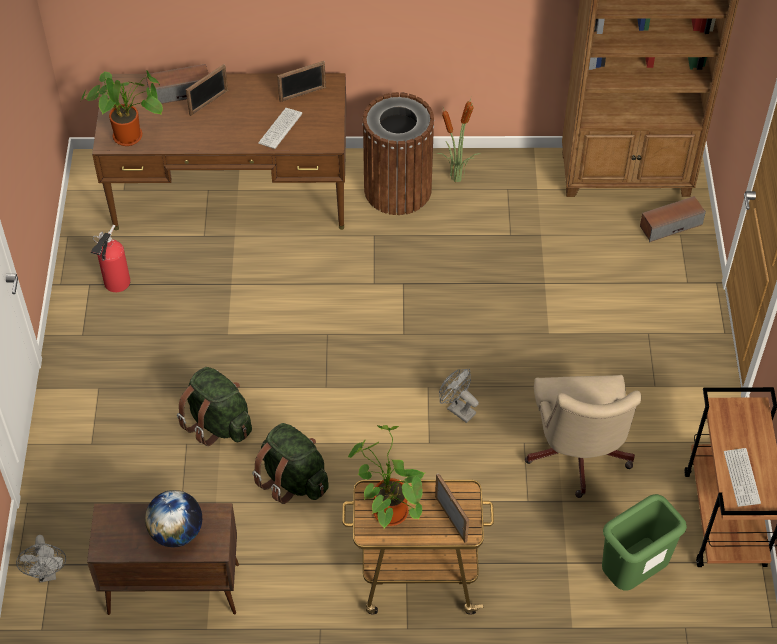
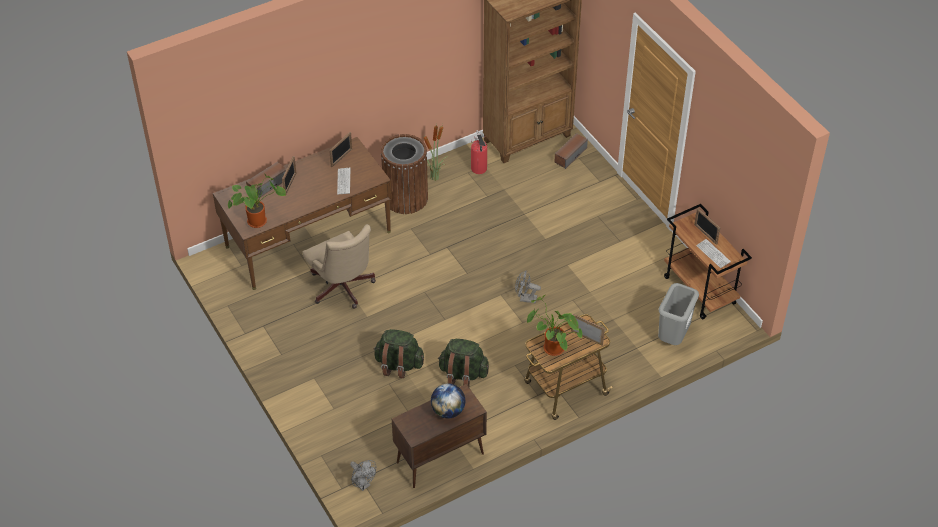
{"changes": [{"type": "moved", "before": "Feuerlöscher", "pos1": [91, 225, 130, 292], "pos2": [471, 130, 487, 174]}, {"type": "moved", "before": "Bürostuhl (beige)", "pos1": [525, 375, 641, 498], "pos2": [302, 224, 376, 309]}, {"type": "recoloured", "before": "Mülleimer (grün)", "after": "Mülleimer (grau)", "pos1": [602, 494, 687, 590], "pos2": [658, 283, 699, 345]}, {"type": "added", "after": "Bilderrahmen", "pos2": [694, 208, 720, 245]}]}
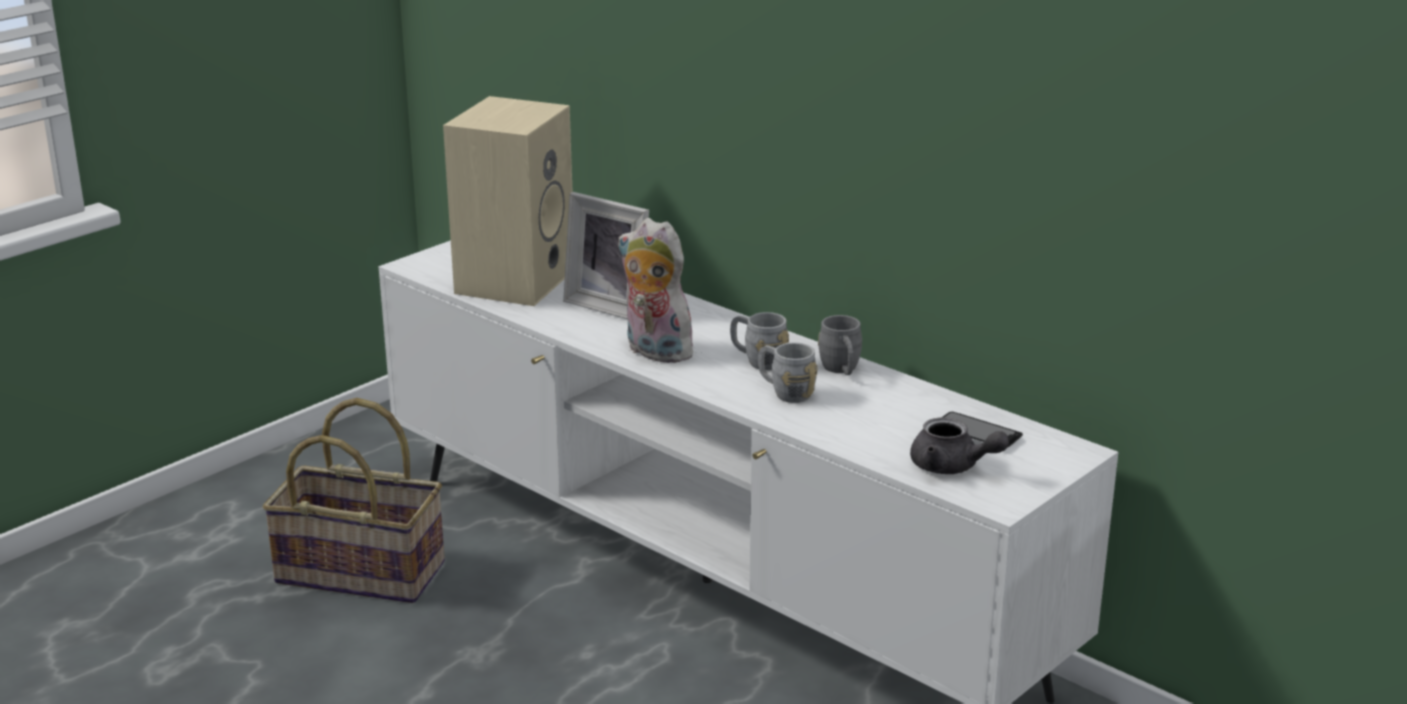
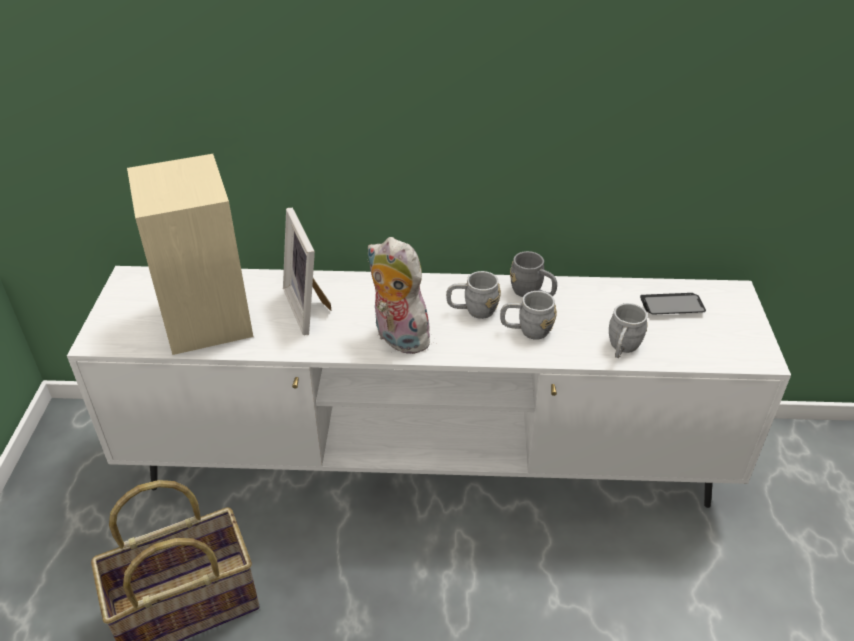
{"changes": [{"type": "turned", "before": "Bilderrahmen", "pos1": [563, 192, 649, 319], "pos2": [283, 208, 332, 335], "turn": 75}, {"type": "turned", "before": "Plüschtier", "pos1": [618, 218, 696, 363], "pos2": [367, 237, 435, 354], "turn": 45}, {"type": "removed", "before": "Teekanne (grau)", "pos1": [910, 417, 1009, 474]}, {"type": "added", "after": "Henkelbecher (grau)", "pos2": [609, 303, 648, 358]}]}
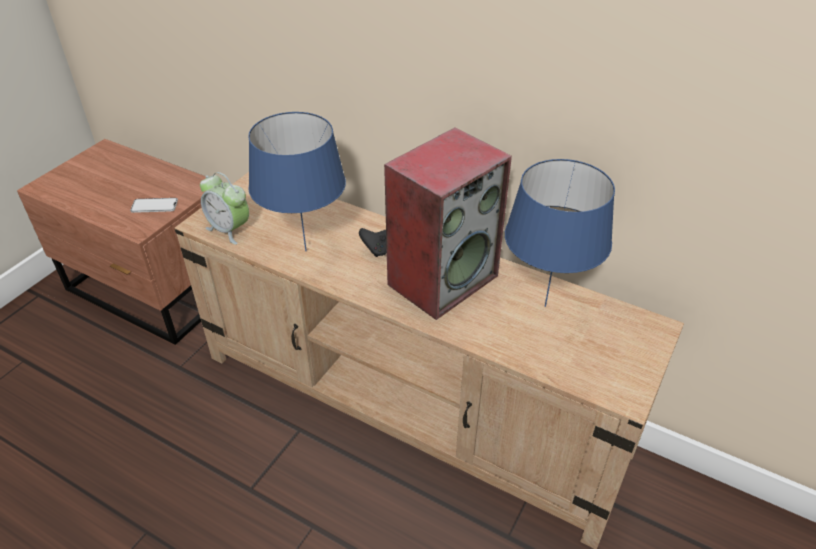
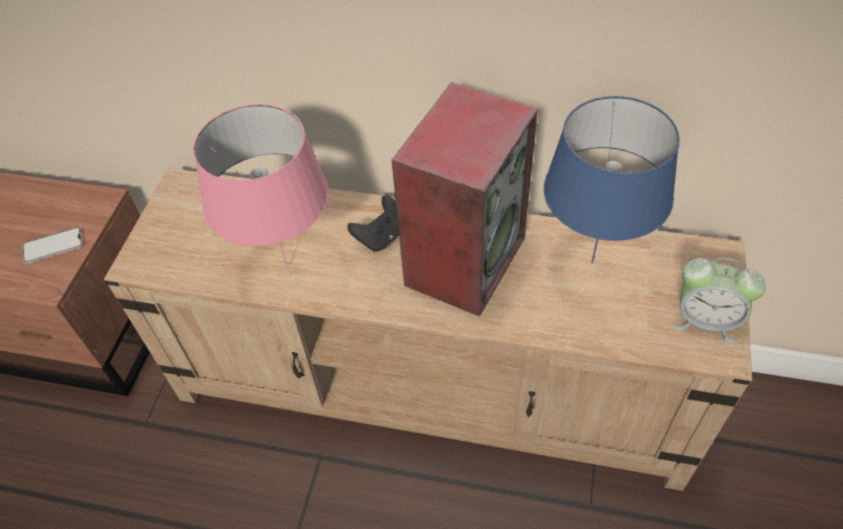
{"changes": [{"type": "recoloured", "before": "Tischlampe (blau)", "after": "Tischlampe (rosa)", "pos1": [248, 112, 346, 251], "pos2": [193, 104, 328, 267]}, {"type": "moved", "before": "Wecker", "pos1": [200, 172, 249, 245], "pos2": [671, 258, 766, 343]}]}
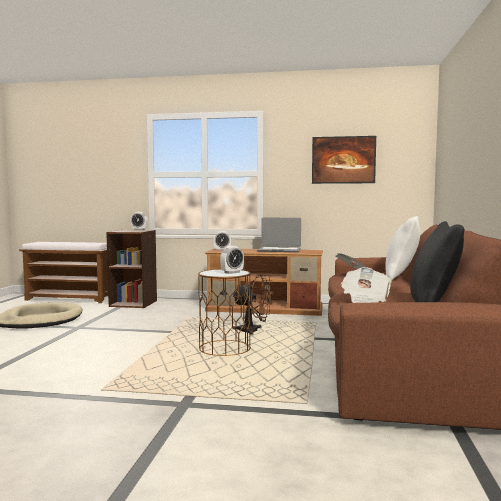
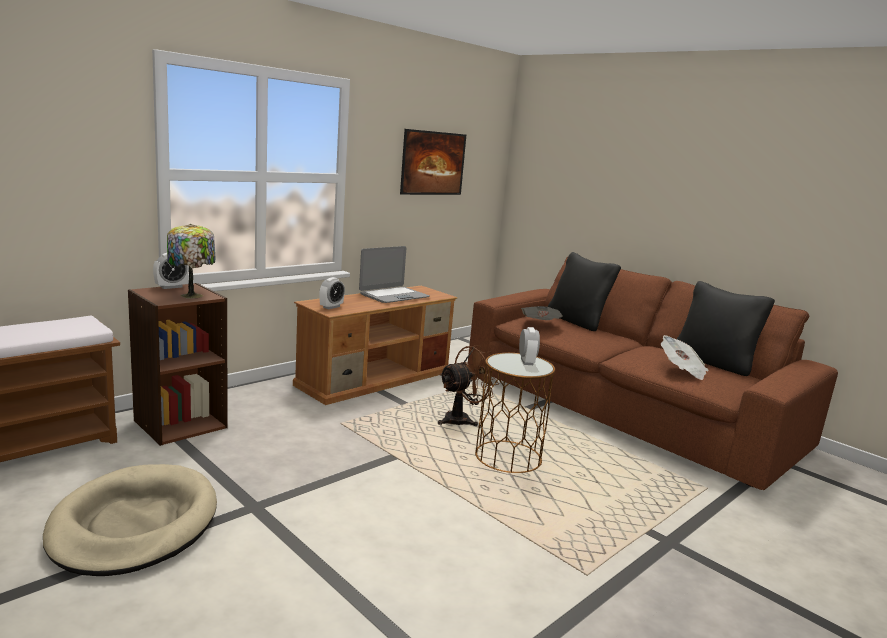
{"changes": [{"type": "recoloured", "before": "Kissen (weiß)", "after": "Kissen (schwarz)", "pos1": [385, 216, 420, 281], "pos2": [548, 252, 621, 331]}, {"type": "added", "after": "Tischlampe", "pos2": [167, 224, 216, 298]}]}
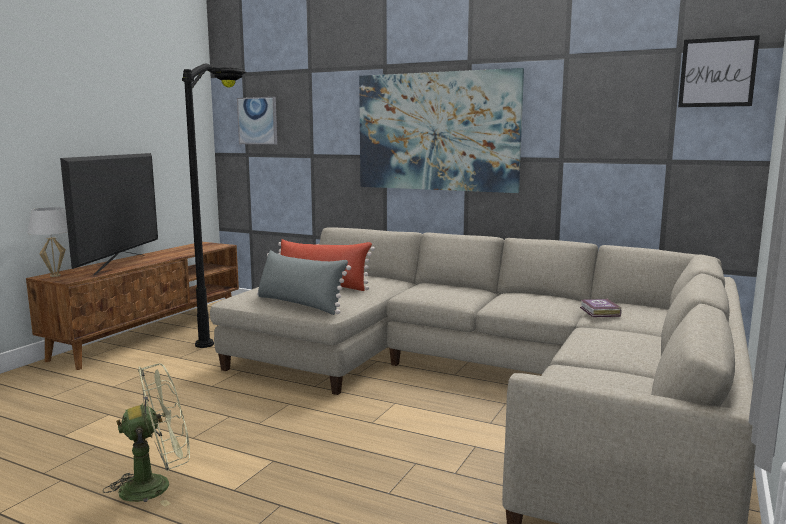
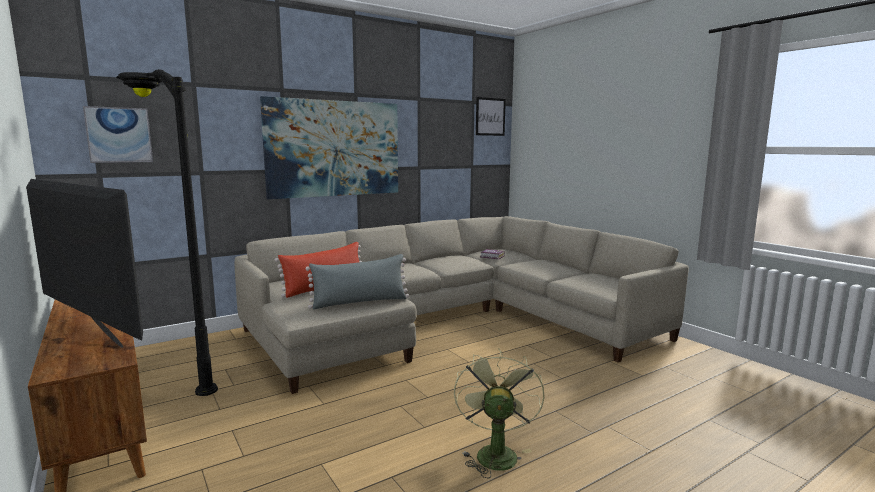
{"changes": [{"type": "removed", "before": "Tischlampe (weiß)", "pos1": [27, 207, 68, 277]}]}
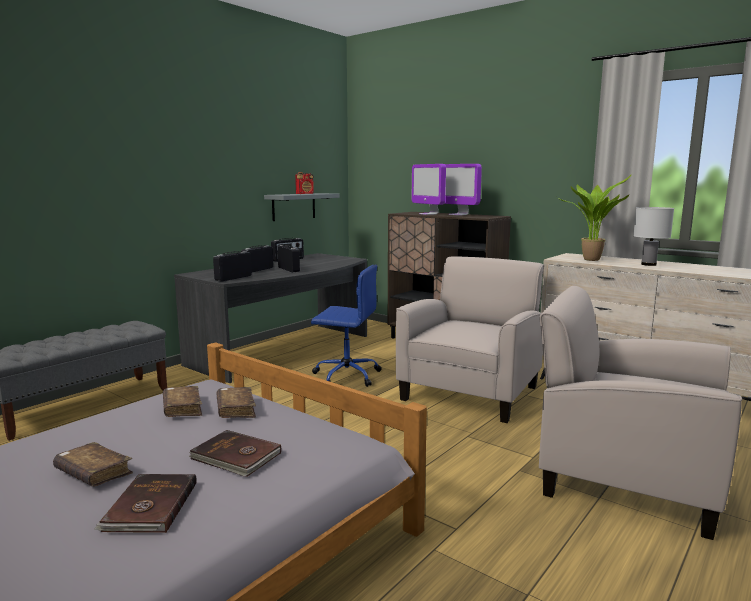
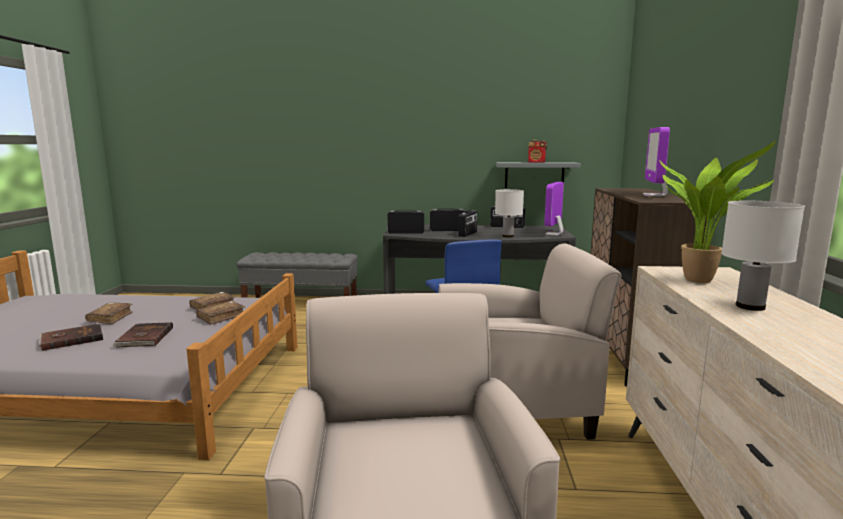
{"changes": [{"type": "moved", "before": "Monitor", "pos1": [412, 164, 446, 215], "pos2": [544, 182, 564, 235]}, {"type": "added", "after": "Tischlampe (weiß)", "pos2": [495, 189, 524, 238]}]}
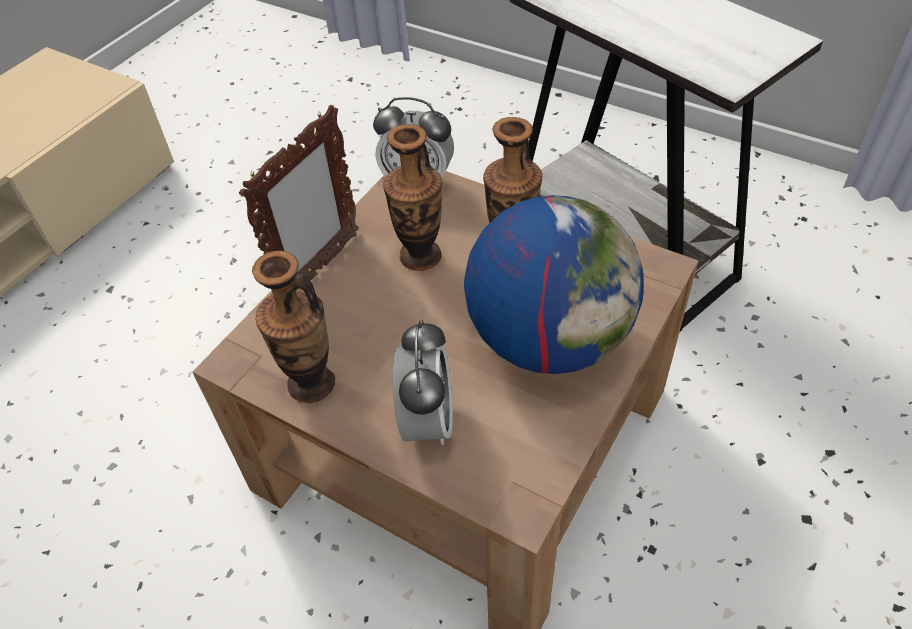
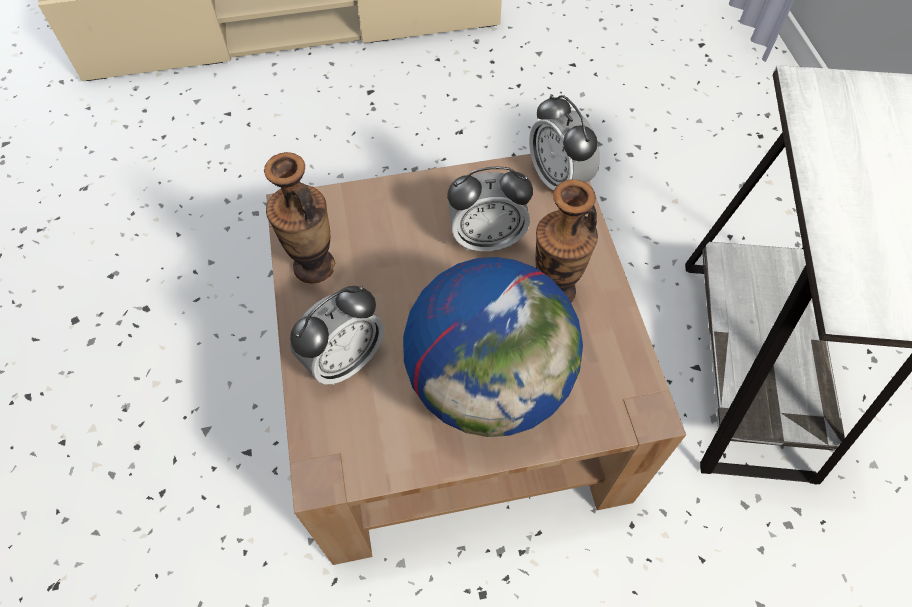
{"changes": [{"type": "removed", "before": "Bilderrahmen", "pos1": [239, 105, 359, 281]}, {"type": "replaced", "before": "Vase", "after": "Wecker", "pos1": [383, 124, 442, 271], "pos2": [447, 167, 533, 251]}]}
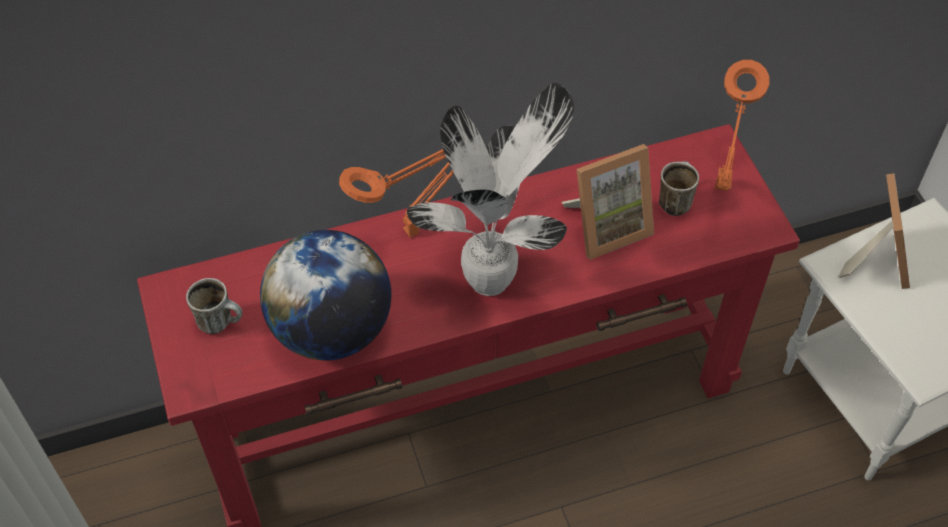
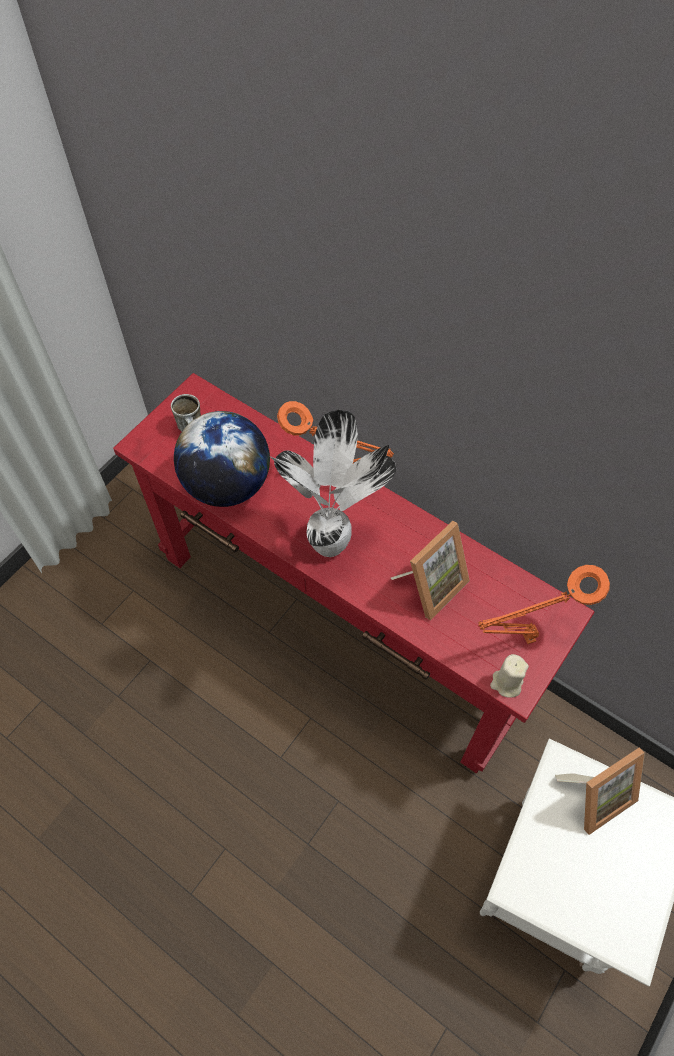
{"changes": [{"type": "turned", "before": "Bilderrahmen", "pos1": [562, 144, 654, 260], "pos2": [391, 521, 470, 620], "turn": -75}, {"type": "removed", "before": "Henkelbecher", "pos1": [659, 161, 699, 216]}, {"type": "added", "after": "Kerze (beige)", "pos2": [490, 654, 529, 698]}]}
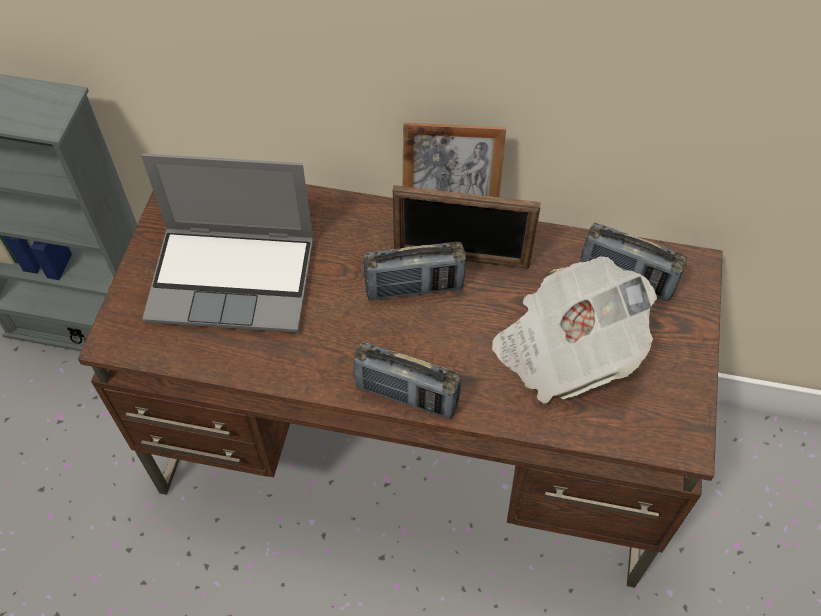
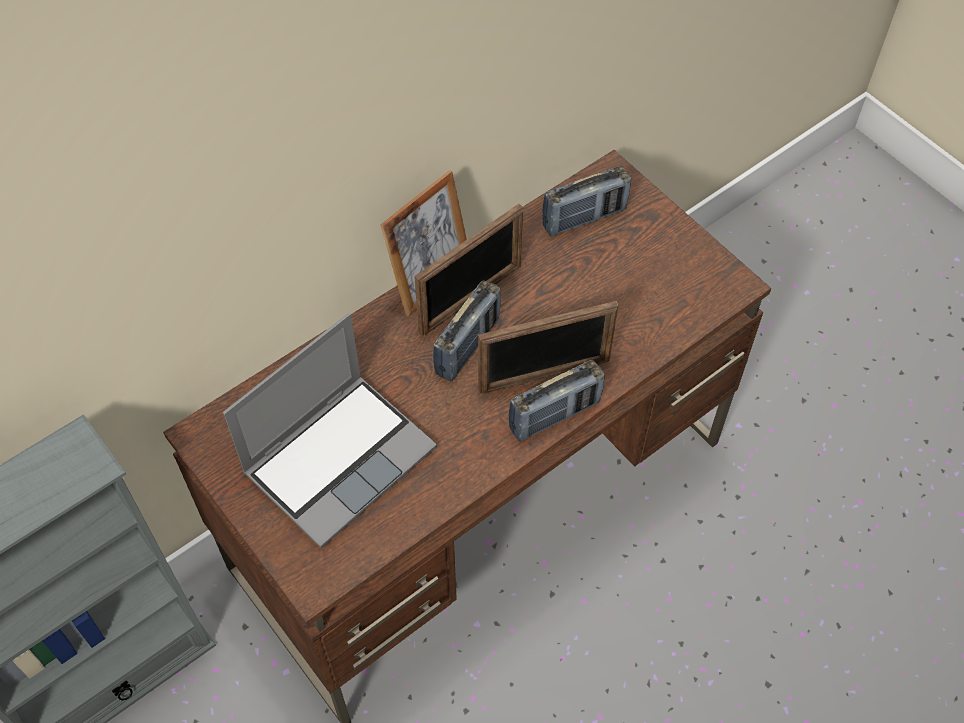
{"changes": [{"type": "removed", "before": "Zeitung", "pos1": [492, 256, 657, 404]}, {"type": "added", "after": "Bilderrahmen", "pos2": [478, 301, 618, 394]}]}
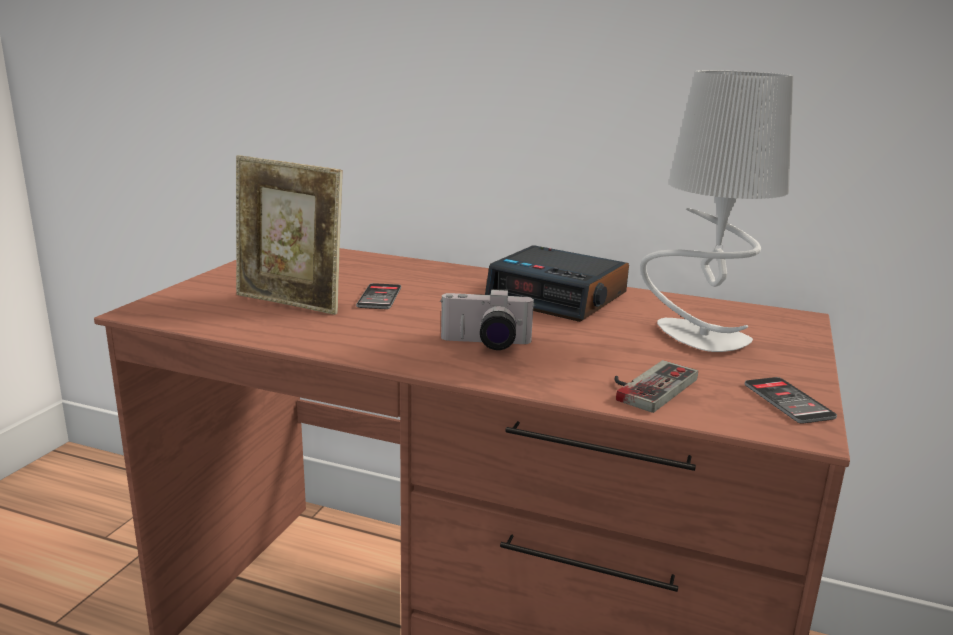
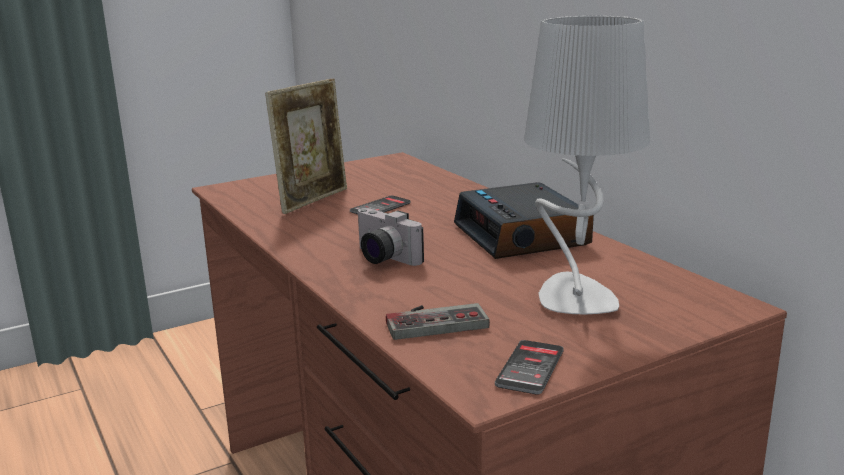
{"changes": [{"type": "turned", "before": "Bilderrahmen", "pos1": [236, 155, 343, 315], "pos2": [265, 78, 347, 214], "turn": -120}]}
